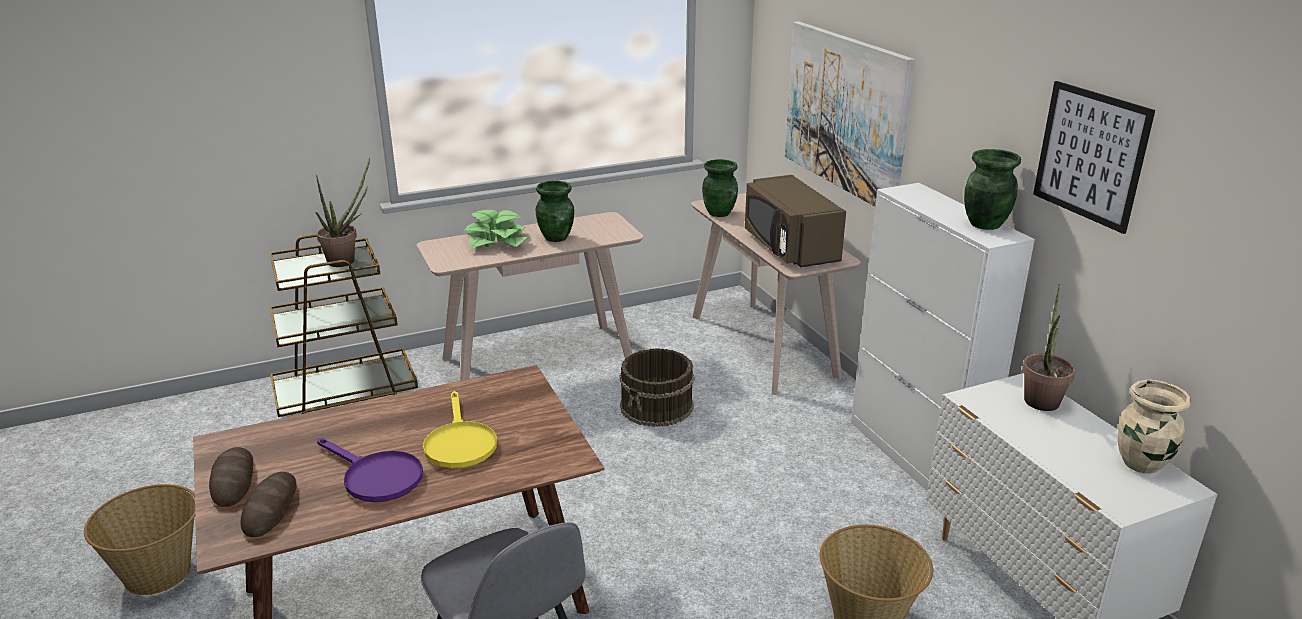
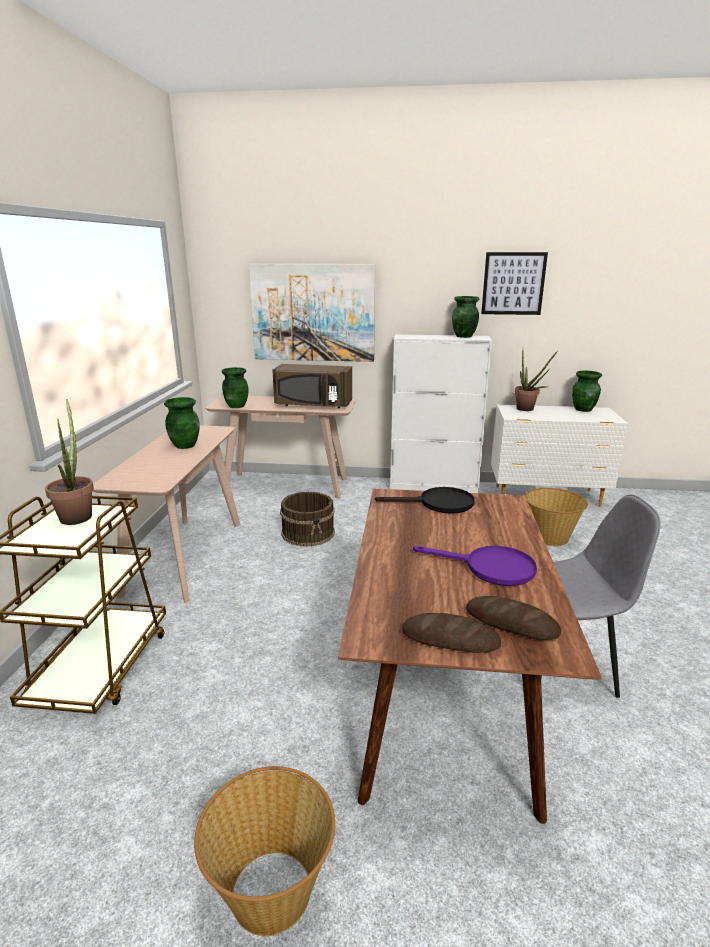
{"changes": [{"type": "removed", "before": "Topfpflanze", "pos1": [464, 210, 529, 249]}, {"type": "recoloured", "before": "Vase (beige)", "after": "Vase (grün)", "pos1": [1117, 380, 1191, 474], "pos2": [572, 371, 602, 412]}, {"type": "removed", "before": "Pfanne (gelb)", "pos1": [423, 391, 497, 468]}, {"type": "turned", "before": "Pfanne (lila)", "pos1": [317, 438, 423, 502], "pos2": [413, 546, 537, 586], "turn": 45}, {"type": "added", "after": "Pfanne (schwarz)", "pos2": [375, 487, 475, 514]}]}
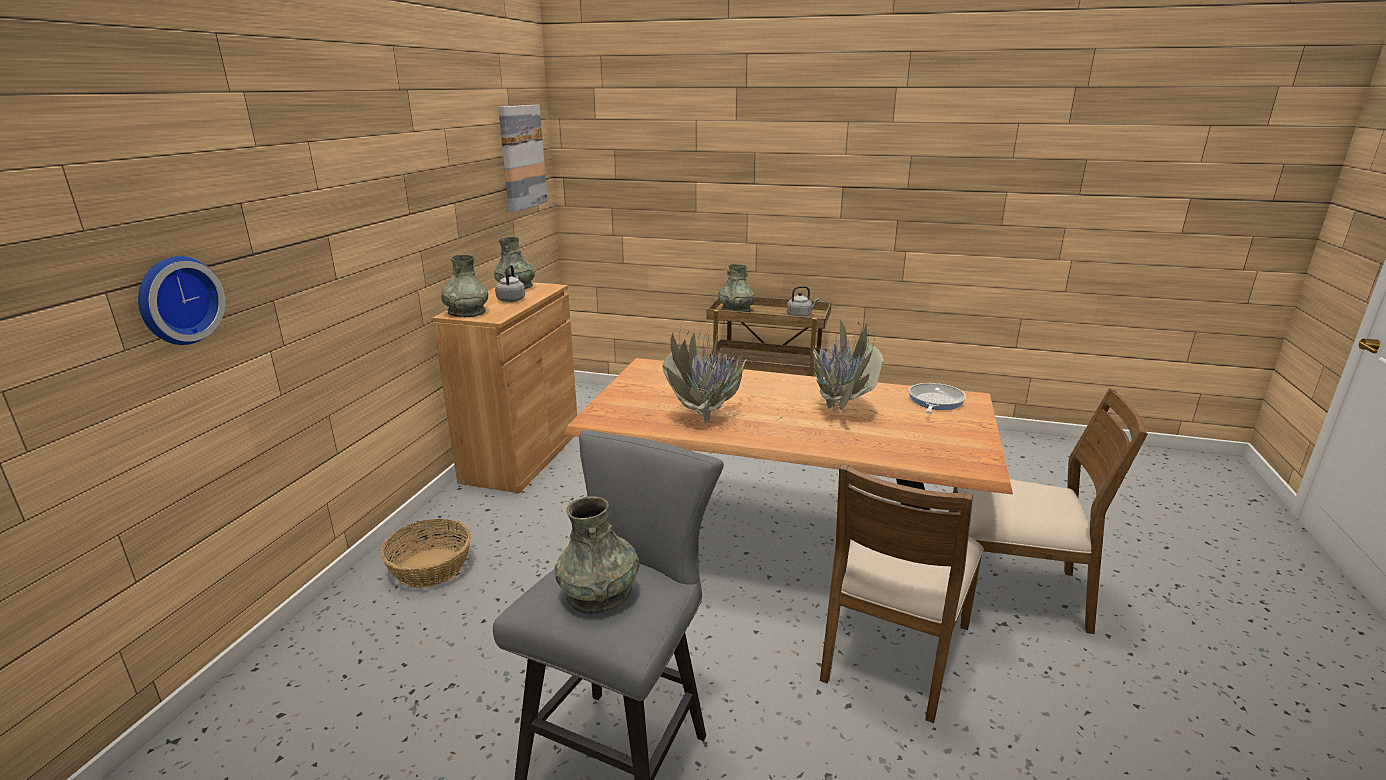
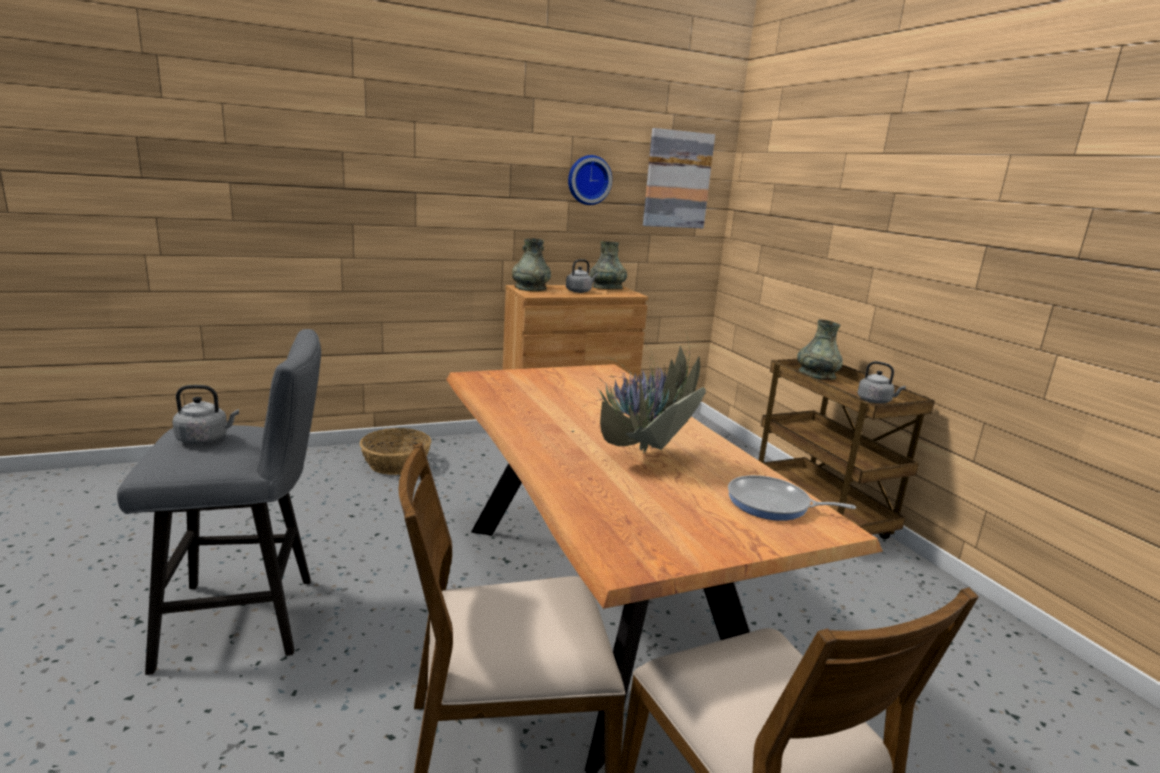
{"changes": [{"type": "moved", "before": "Wanduhr", "pos1": [138, 256, 225, 345], "pos2": [568, 155, 612, 205]}, {"type": "removed", "before": "Topfpflanze", "pos1": [663, 318, 770, 427]}, {"type": "turned", "before": "Pfanne", "pos1": [909, 383, 966, 413], "pos2": [728, 475, 856, 521], "turn": -150}, {"type": "replaced", "before": "Vase (grau)", "after": "Wasserkessel (grau)", "pos1": [555, 496, 639, 614], "pos2": [172, 385, 239, 444]}]}
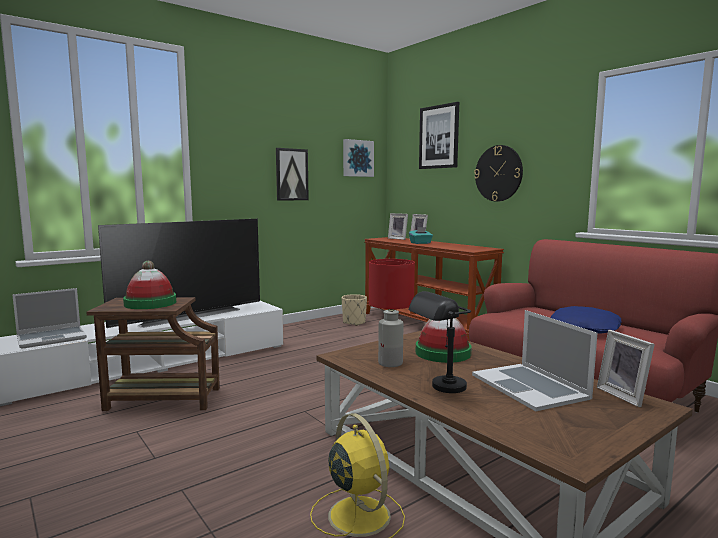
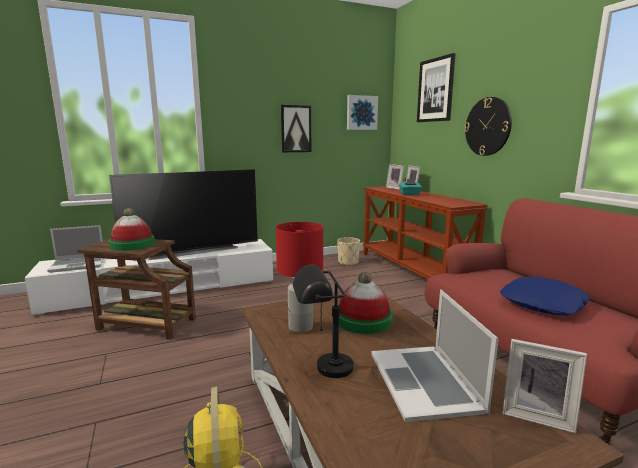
{"changes": [{"type": "turned", "before": "Bilderrahmen", "pos1": [597, 330, 655, 407], "pos2": [503, 339, 587, 433], "turn": -60}]}
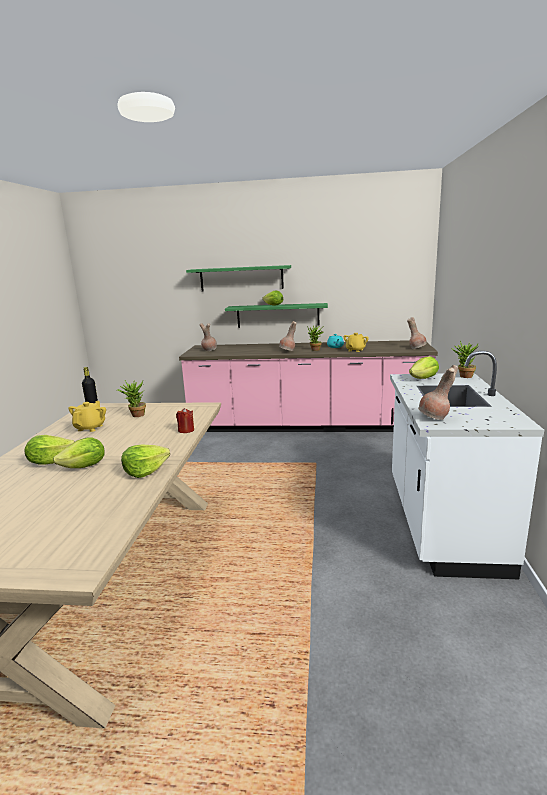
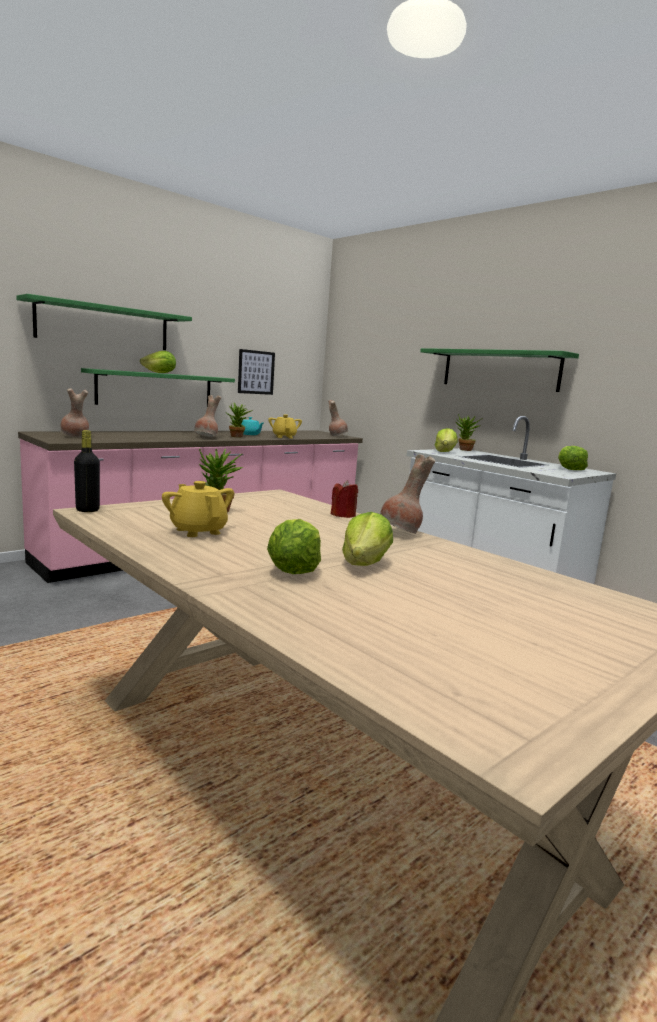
{"changes": [{"type": "moved", "before": "Vase (braun)", "pos1": [418, 365, 458, 420], "pos2": [380, 454, 435, 534]}, {"type": "moved", "before": "Salatkopf", "pos1": [121, 445, 170, 478], "pos2": [558, 446, 588, 470]}, {"type": "added", "after": "Wandregal (grün)", "pos2": [420, 348, 579, 392]}, {"type": "added", "after": "Bild", "pos2": [238, 349, 275, 395]}]}
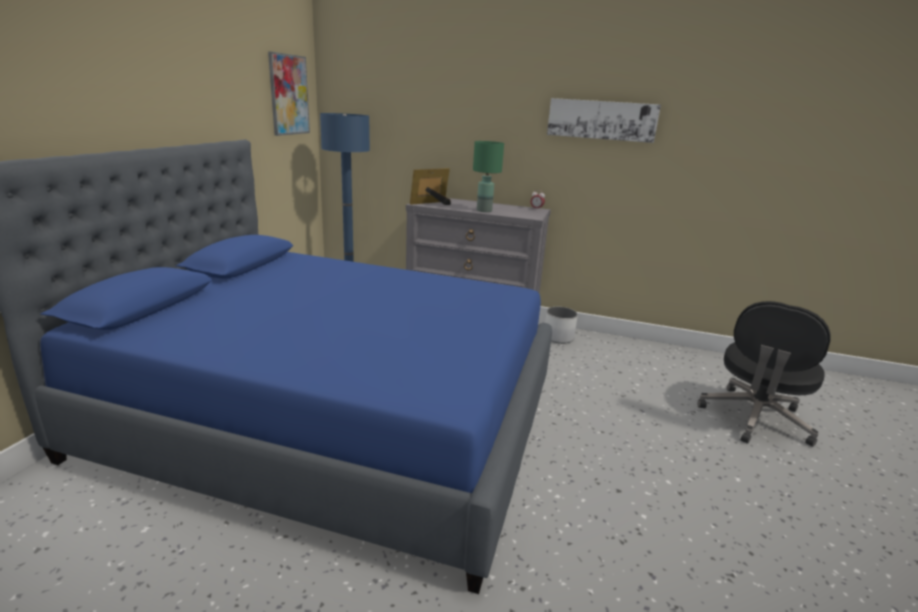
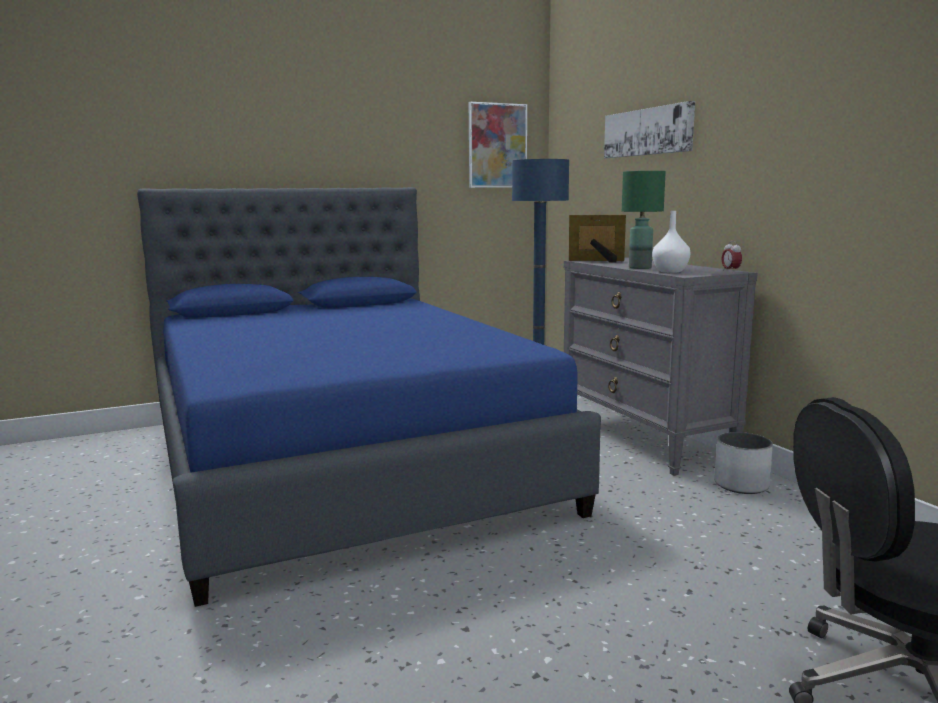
{"changes": [{"type": "moved", "before": "Bild", "pos1": [547, 98, 661, 143], "pos2": [604, 101, 695, 158]}, {"type": "added", "after": "Vase (weiß)", "pos2": [652, 211, 691, 273]}]}
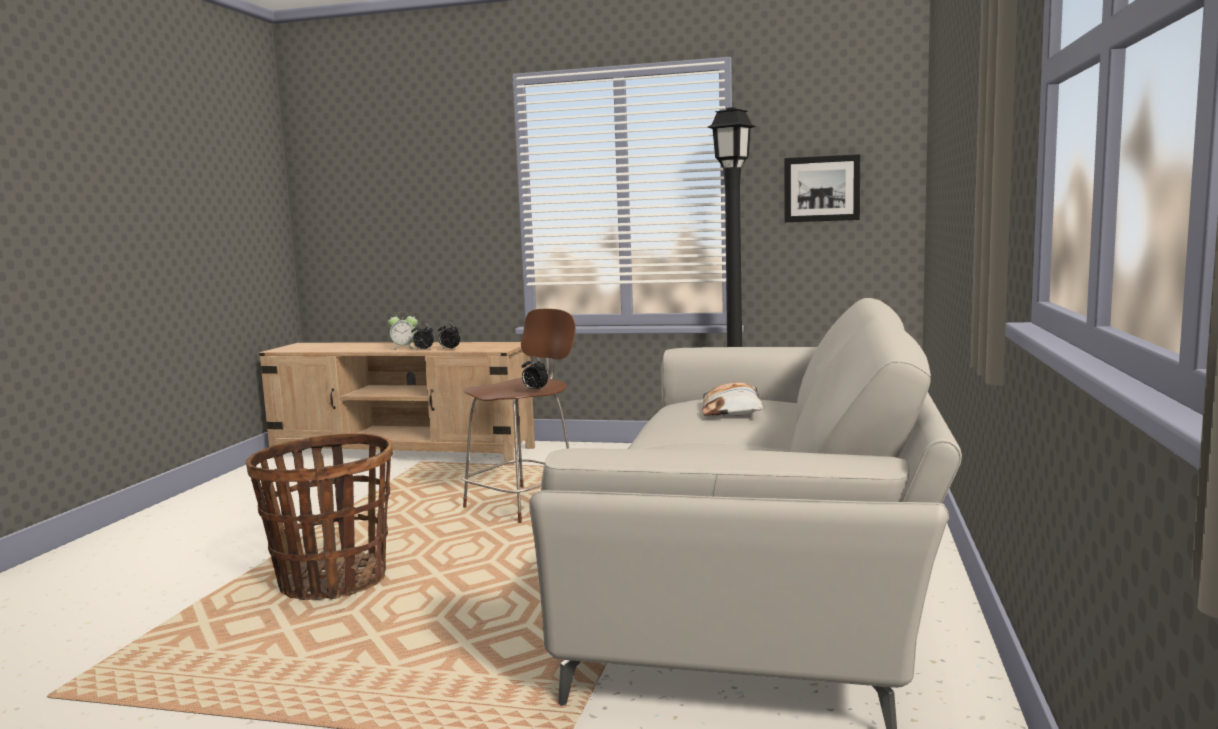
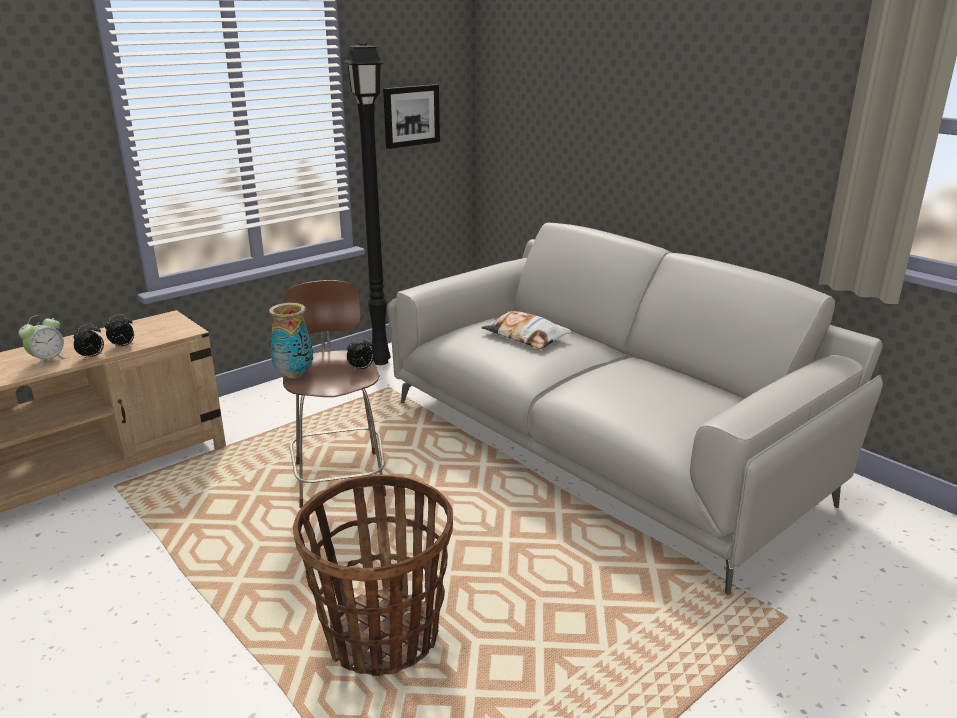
{"changes": [{"type": "added", "after": "Vase", "pos2": [269, 303, 313, 379]}]}
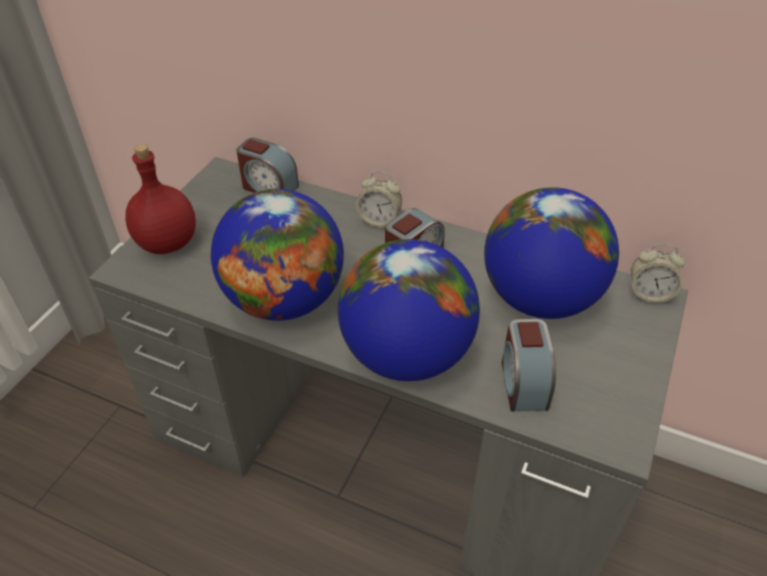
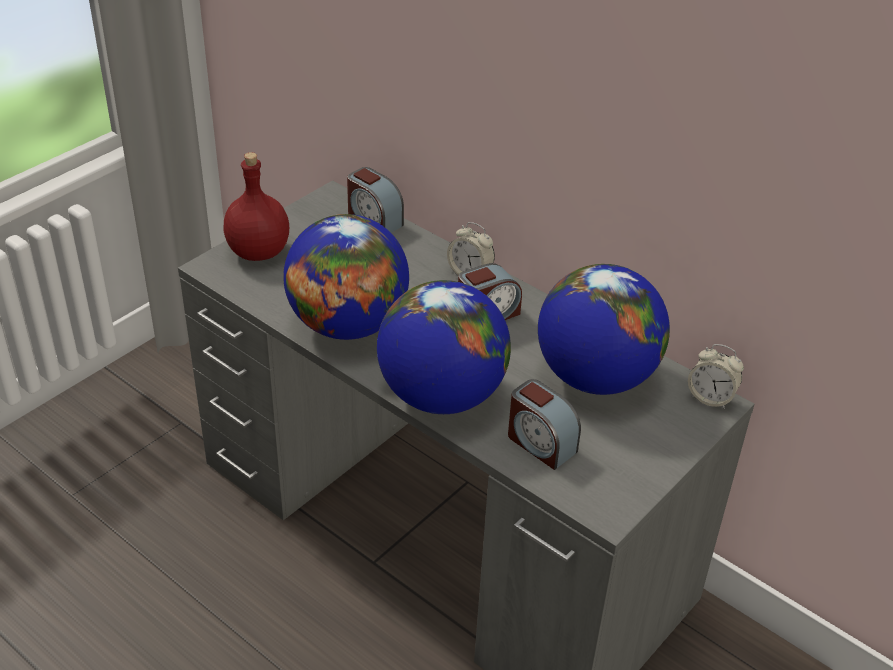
{"changes": [{"type": "turned", "before": "Wecker", "pos1": [502, 319, 556, 412], "pos2": [508, 379, 581, 470], "turn": -60}]}
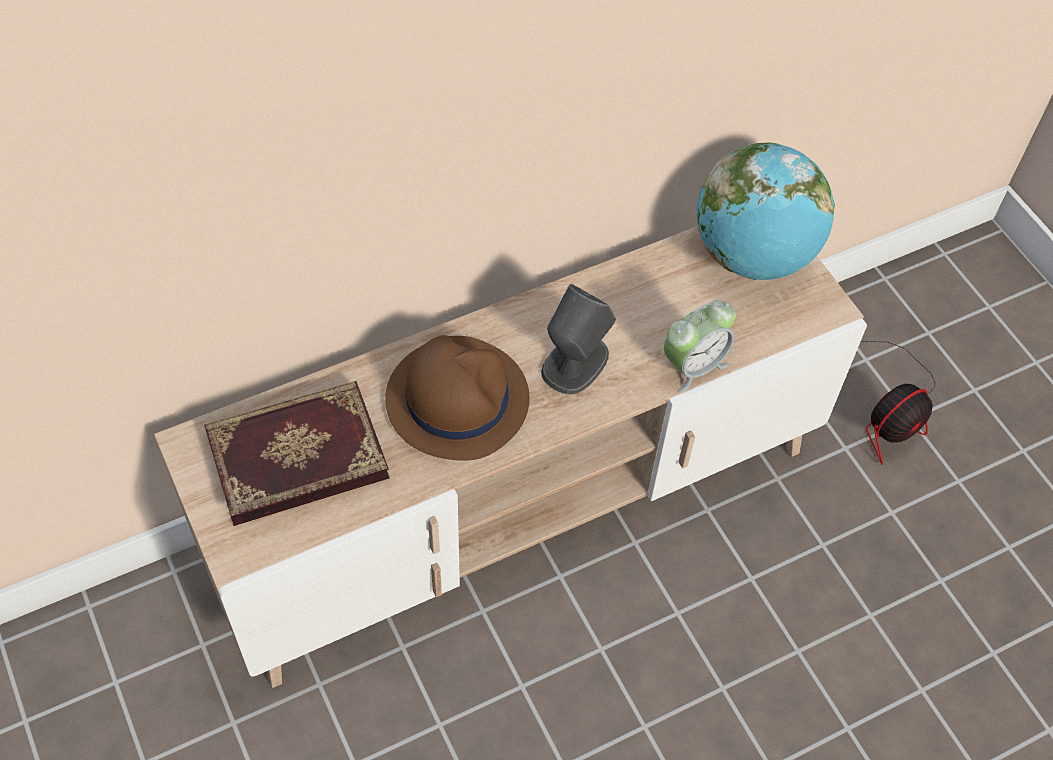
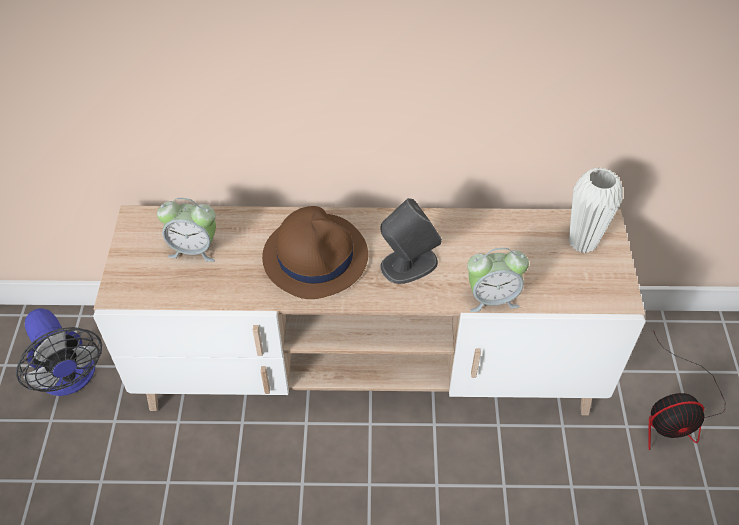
{"changes": [{"type": "replaced", "before": "Globus", "after": "Vase (weiß)", "pos1": [697, 142, 835, 280], "pos2": [569, 167, 623, 253]}, {"type": "replaced", "before": "Buch", "after": "Wecker", "pos1": [204, 381, 390, 526], "pos2": [157, 198, 216, 262]}, {"type": "added", "after": "Ventilator", "pos2": [16, 308, 102, 396]}]}
